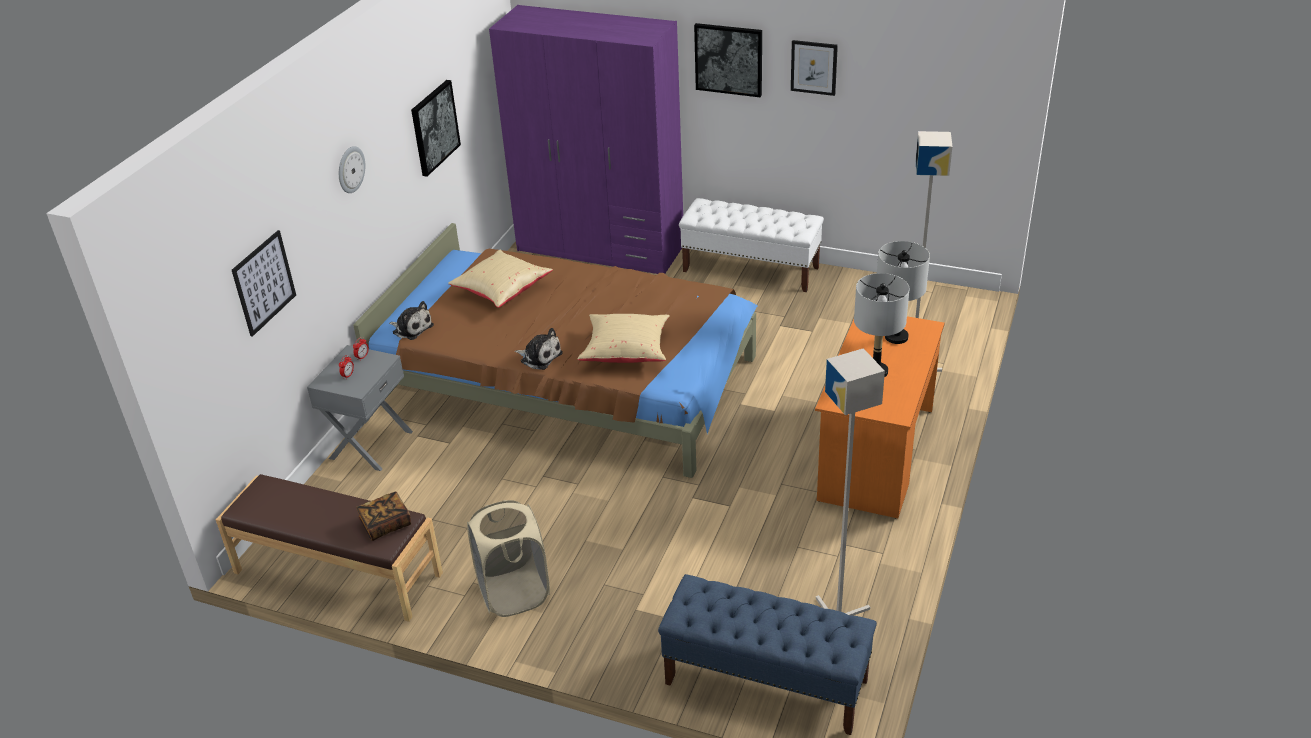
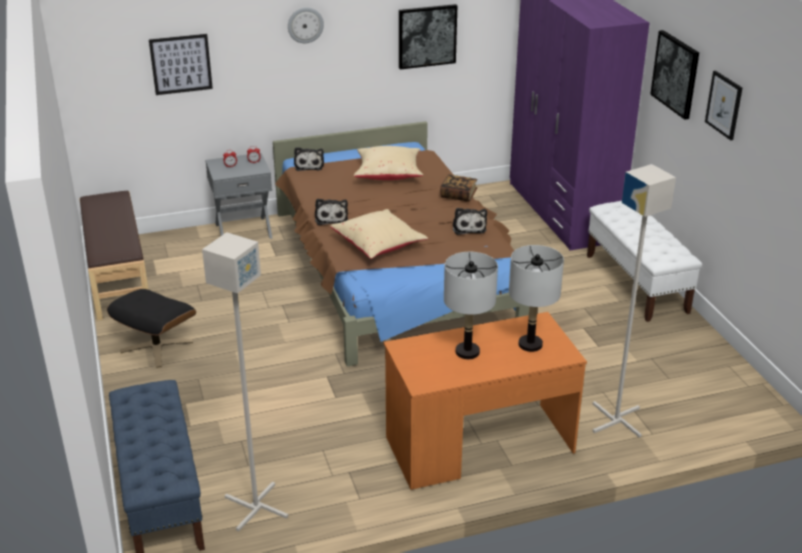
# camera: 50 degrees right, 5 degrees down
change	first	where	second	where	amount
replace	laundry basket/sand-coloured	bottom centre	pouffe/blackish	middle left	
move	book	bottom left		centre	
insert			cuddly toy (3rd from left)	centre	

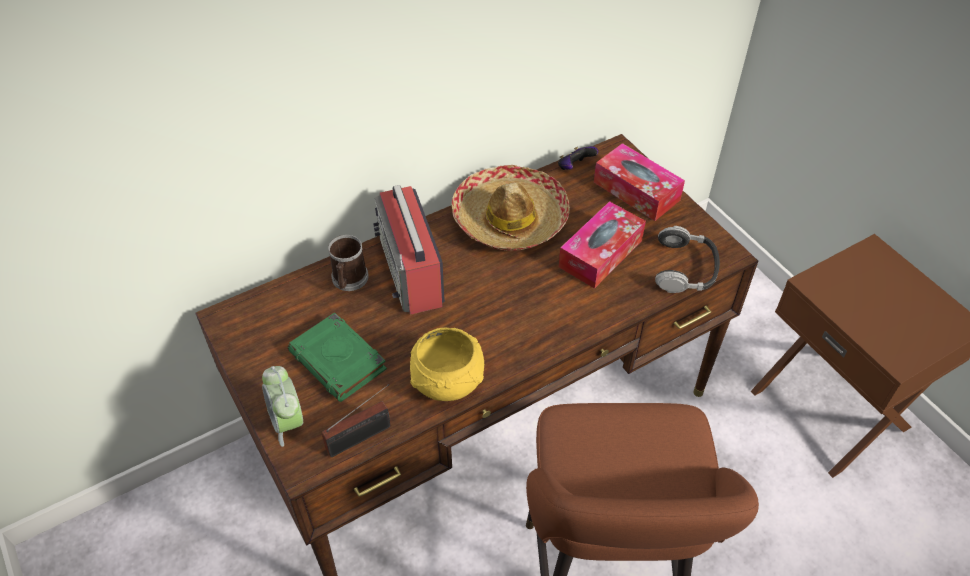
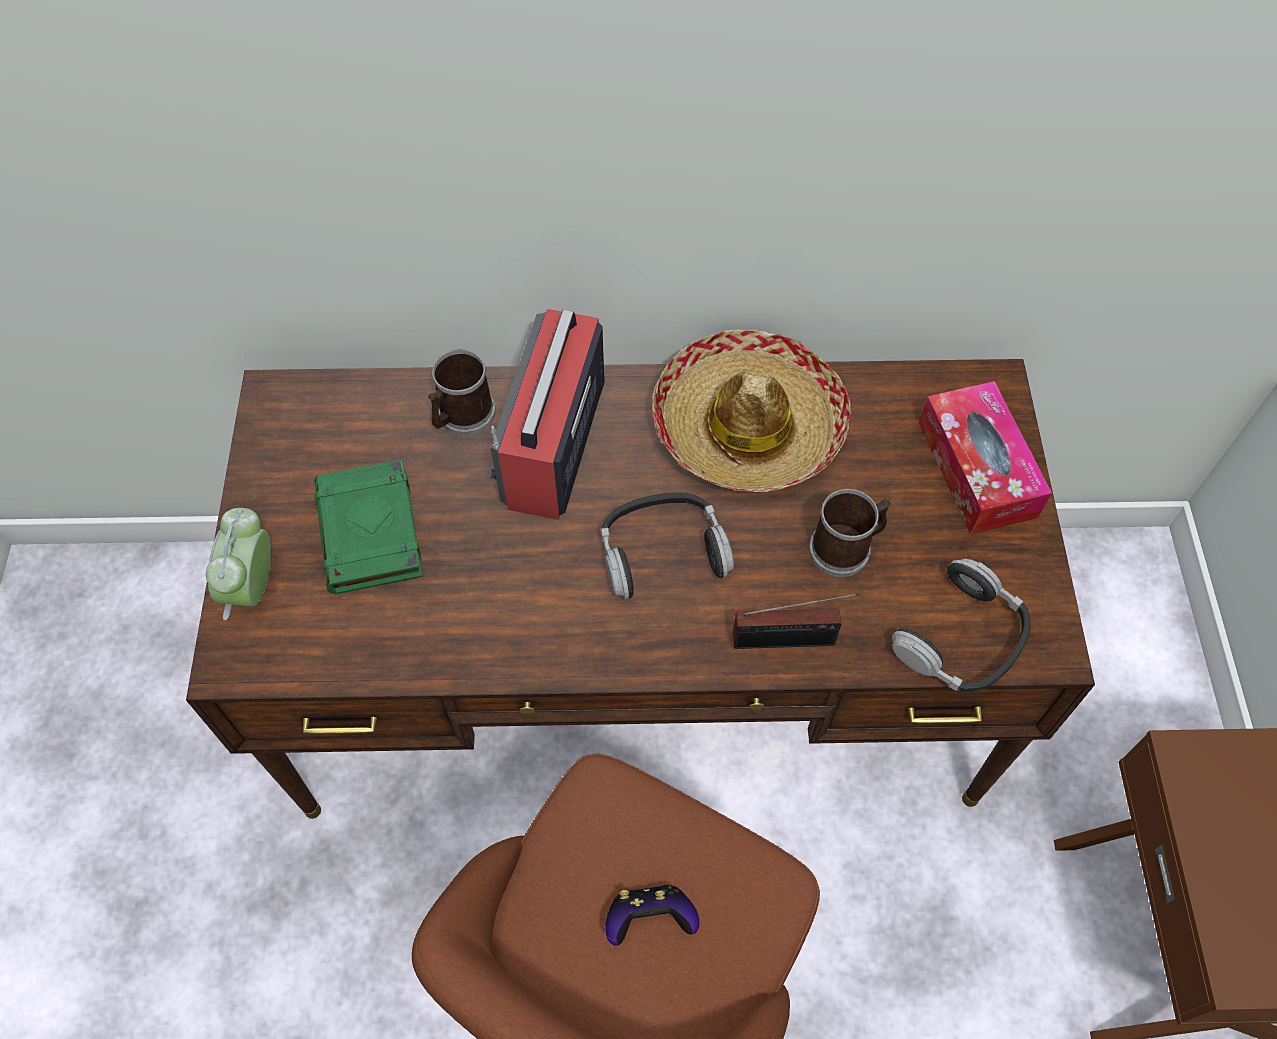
# camera: 30 degrees right, 10 degrees up
change	first	where	second	where	amount
insert			headphones (1st from left)	centre	
move	game controller	top centre		bottom centre	
move	radio receiver (1st from left in the first image)	bottom centre	radio receiver (2nd from left)	centre	
replace	tissue box (1st from left)	centre	coffee mug (2nd from left)	centre	
delete	deep dish/yellowish	centre			

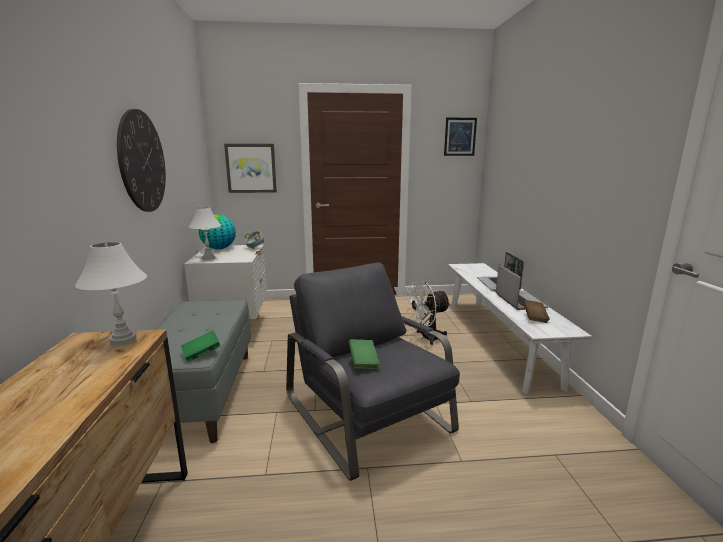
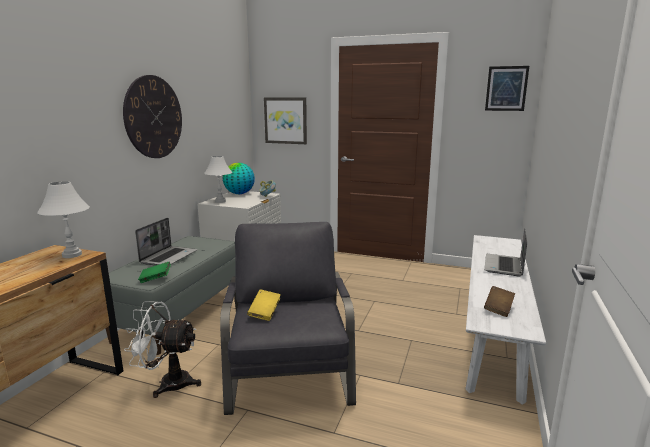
# camera: 25 degrees right, 0 degrees up
change	first	where	second	where	amount
move	fan/white-coloured	centre		bottom left	
move	portable computer (2nd from left in the first image)	middle right	portable computer (1st from left)	middle left	
recolor	book/green (2nd from left)	centre	book/yellowish	bottom centre	

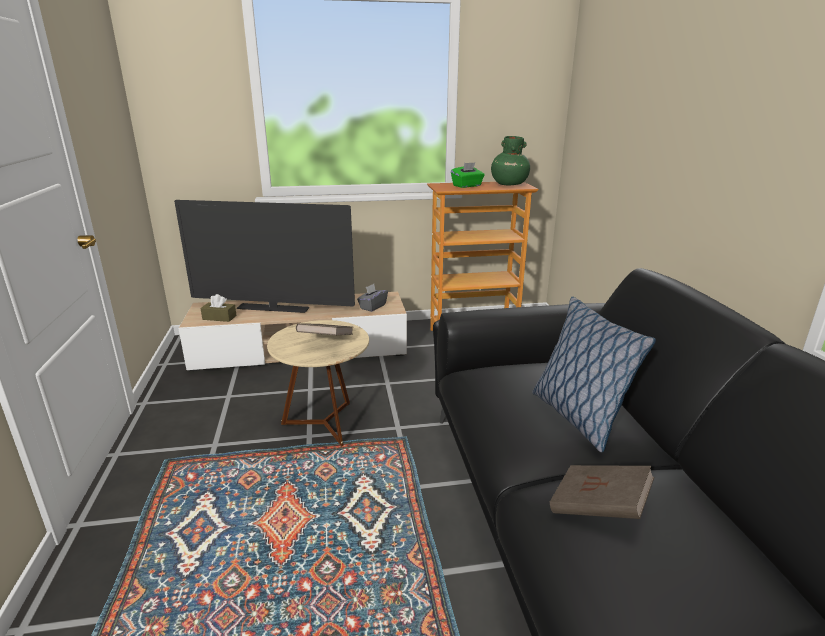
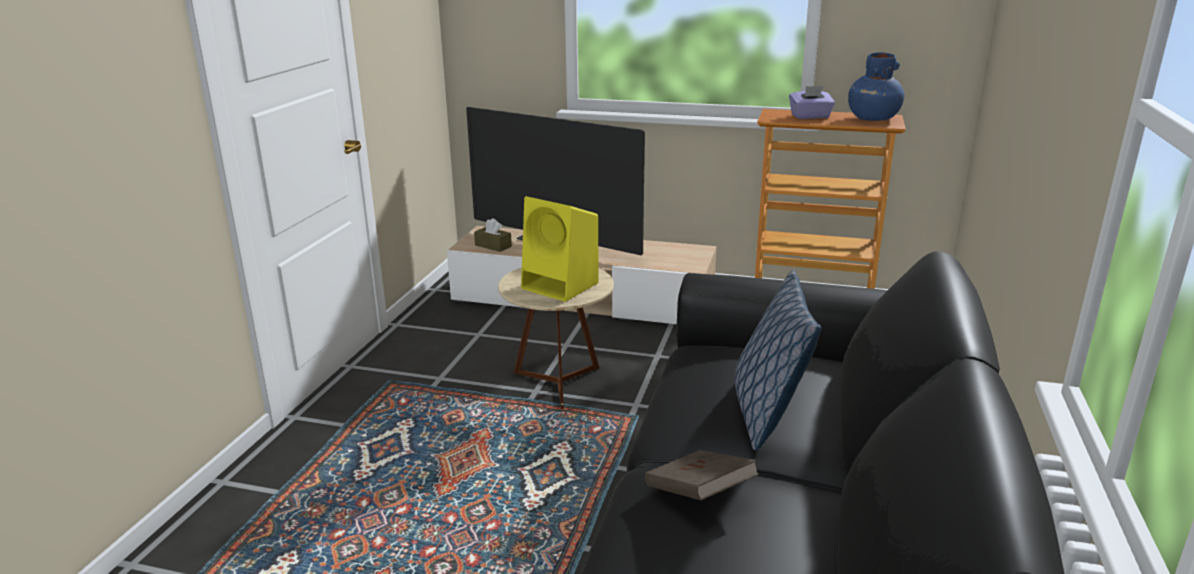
# camera: 25 degrees right, 0 degrees up
change	first	where	second	where	amount
replace	book/brownish (1st from left)	centre	loudspeaker/yellowish	centre	
recolor	tissue box/green	top centre	tissue box/purplish	top right	
recolor	decorative vase/green	top centre	decorative vase/blue	top right	
delete	tissue box/grey	centre			

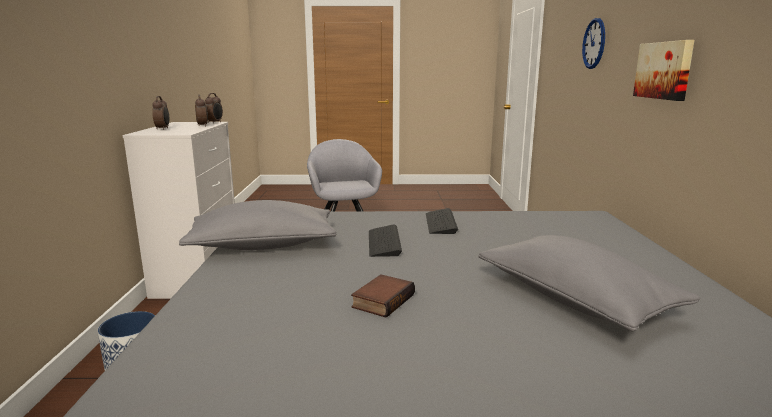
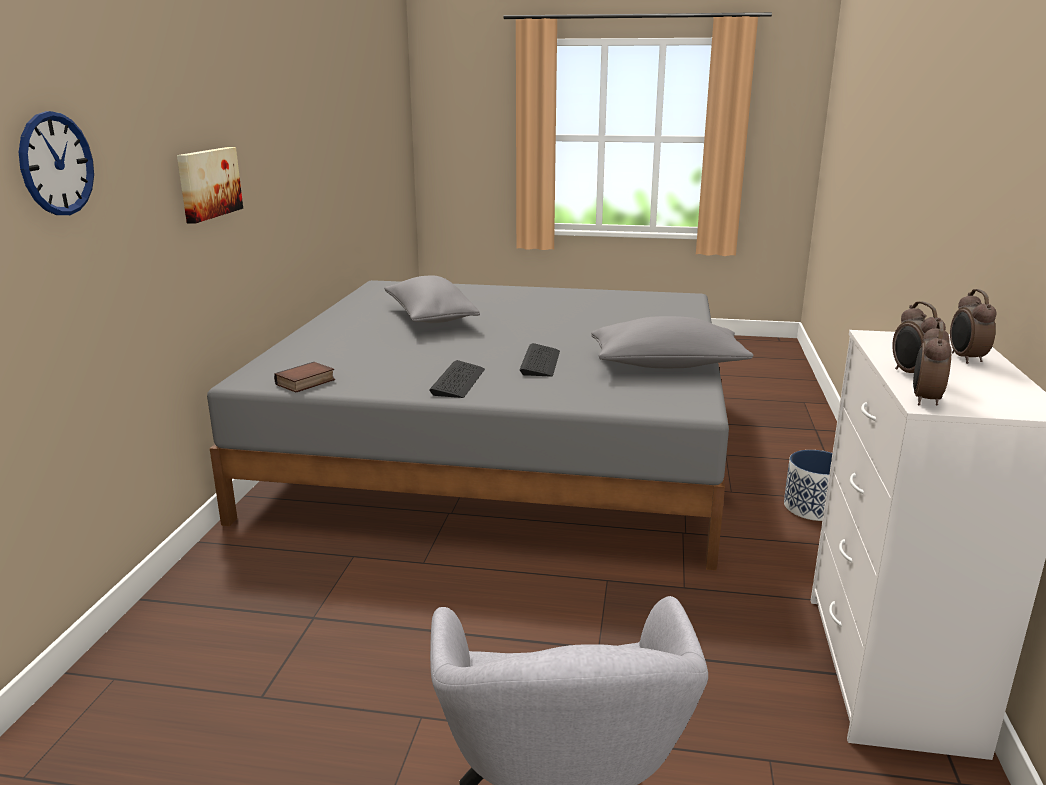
# camera: 170 degrees left, 5 degrees up
change	first	where	second	where	amount
move	book	bottom centre		middle left	

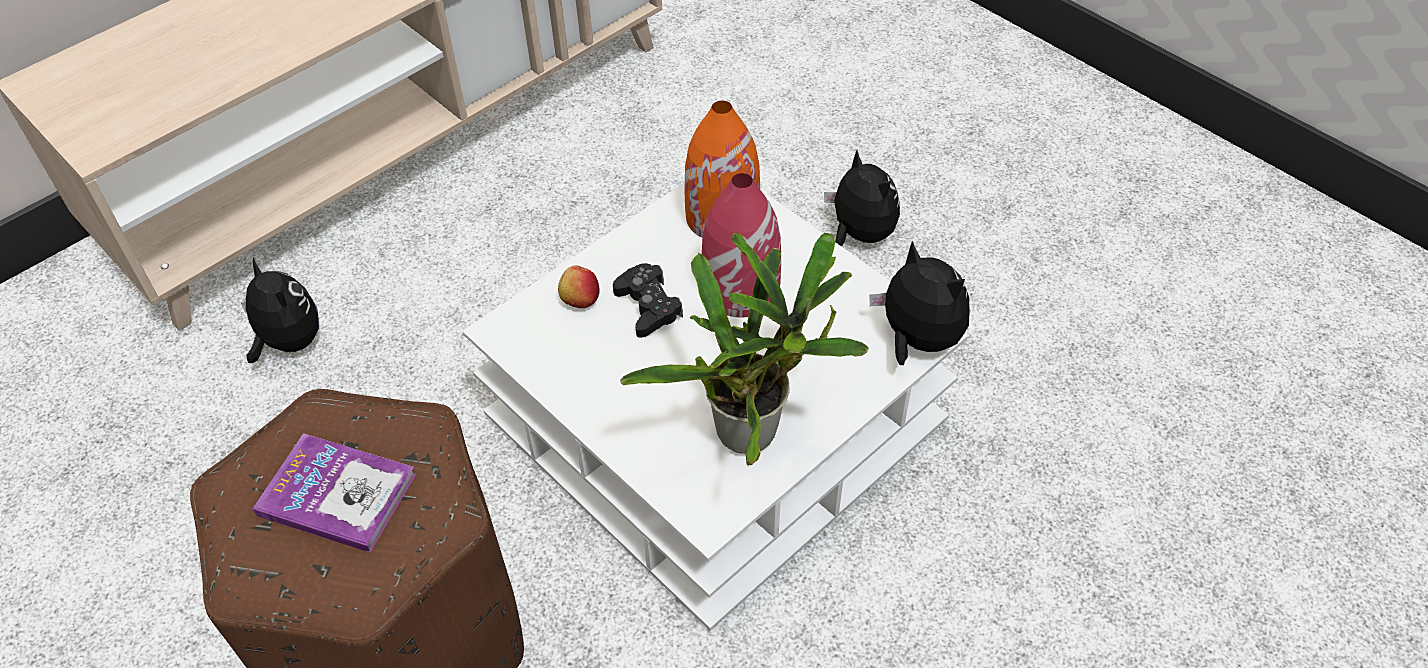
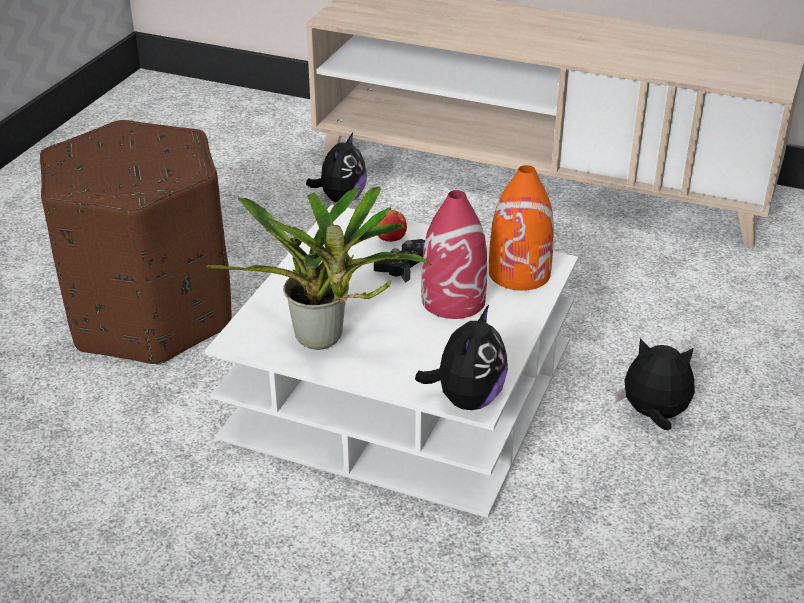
# camera: 65 degrees right, 15 degrees down
change	first	where	second	where	amount
rotate	cuddly toy (2nd from left in the first image)	top centre	cuddly toy (3rd from left)	middle right	105 degrees counterclockwise
delete	book	bottom left			

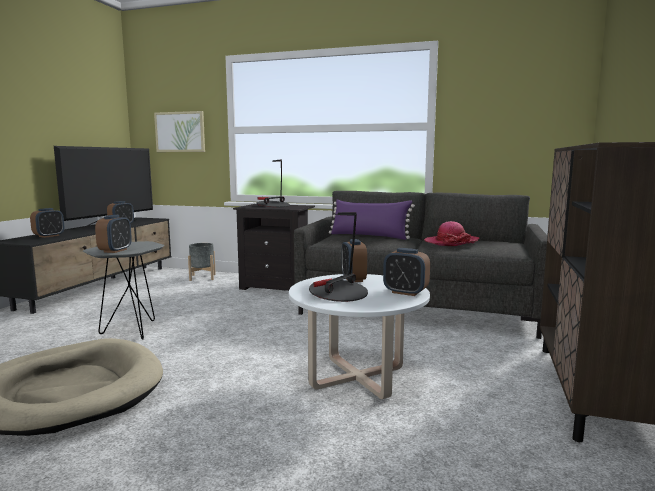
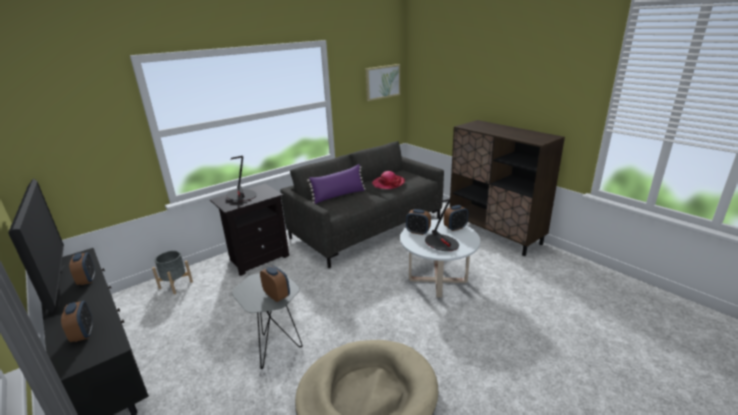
# camera: 55 degrees left, 15 degrees up
change	first	where	second	where	amount
move	wall art	top left		top centre	

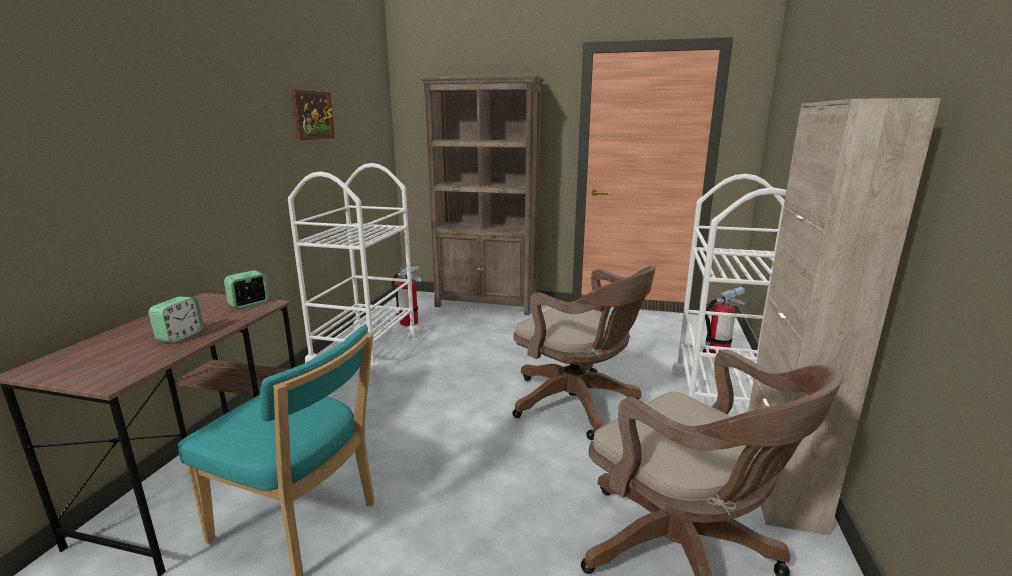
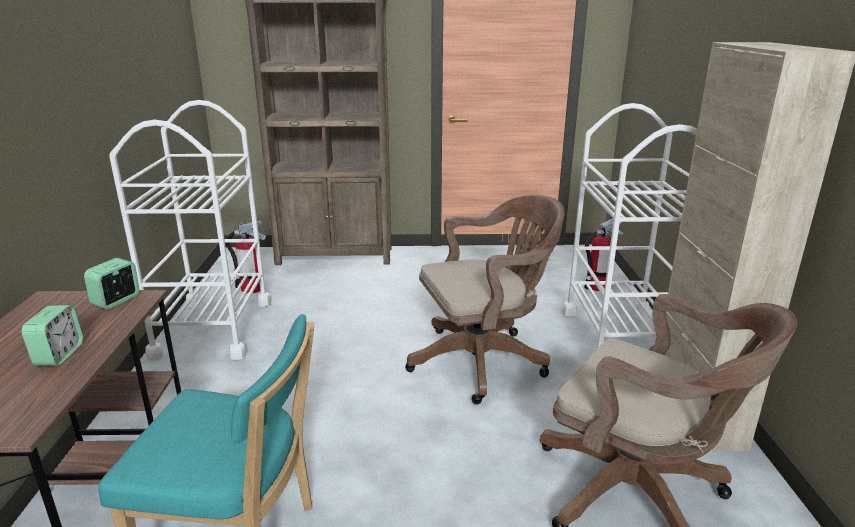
# camera: 15 degrees left, 5 degrees up
change	first	where	second	where	amount
rotate	computer chair/brownish (1st from left)	centre		centre	45 degrees counterclockwise
delete	wall art	top left			

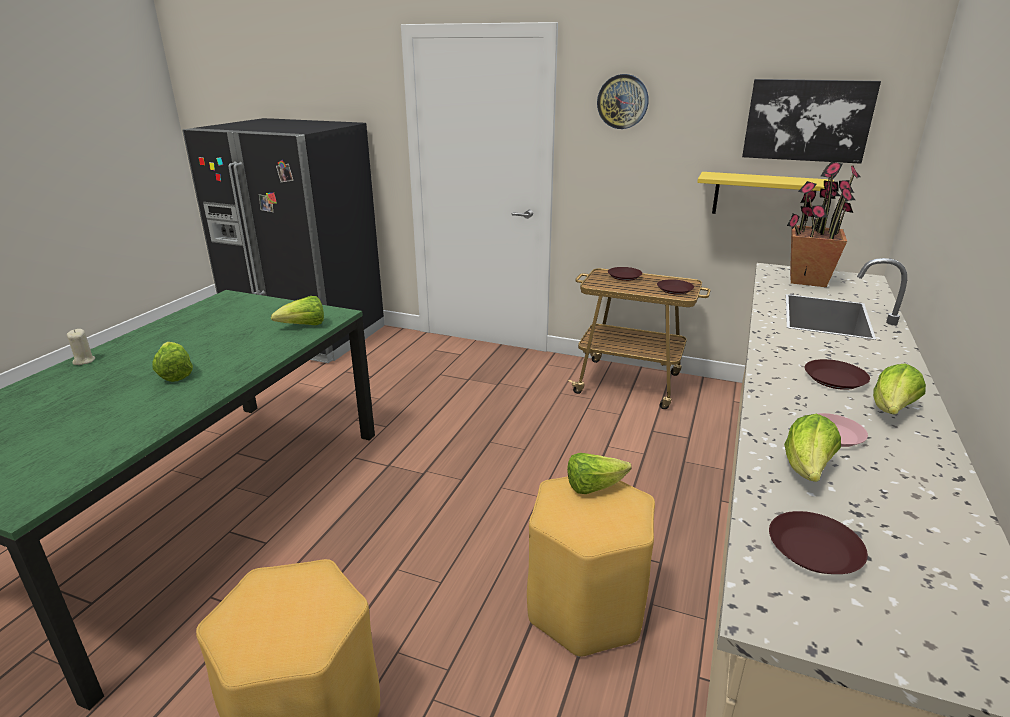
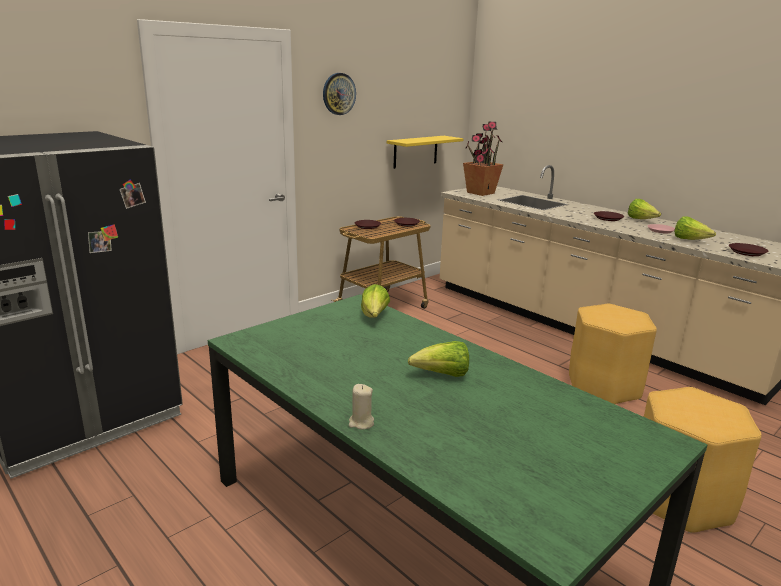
# camera: 65 degrees left, 5 degrees down
change	first	where	second	where	amount
delete	head of lettuce (3rd from left)	centre			
delete	wall art	top right			

